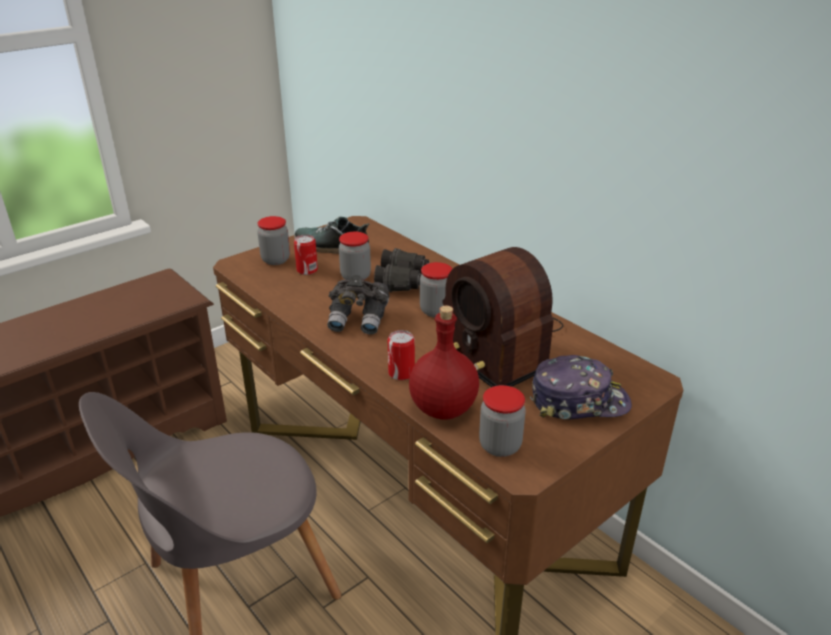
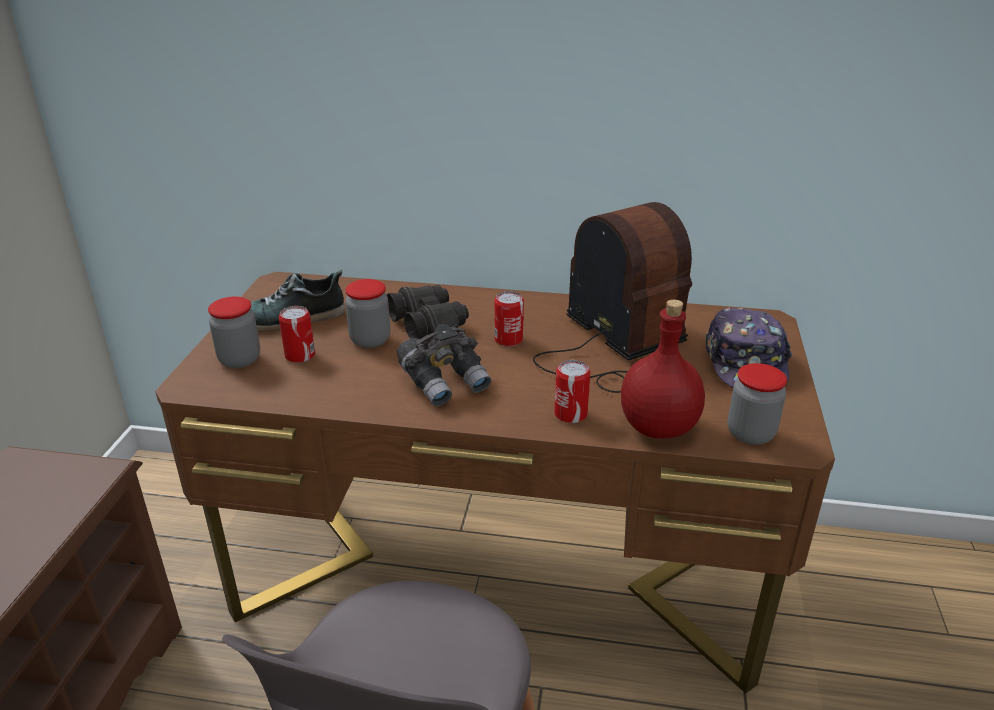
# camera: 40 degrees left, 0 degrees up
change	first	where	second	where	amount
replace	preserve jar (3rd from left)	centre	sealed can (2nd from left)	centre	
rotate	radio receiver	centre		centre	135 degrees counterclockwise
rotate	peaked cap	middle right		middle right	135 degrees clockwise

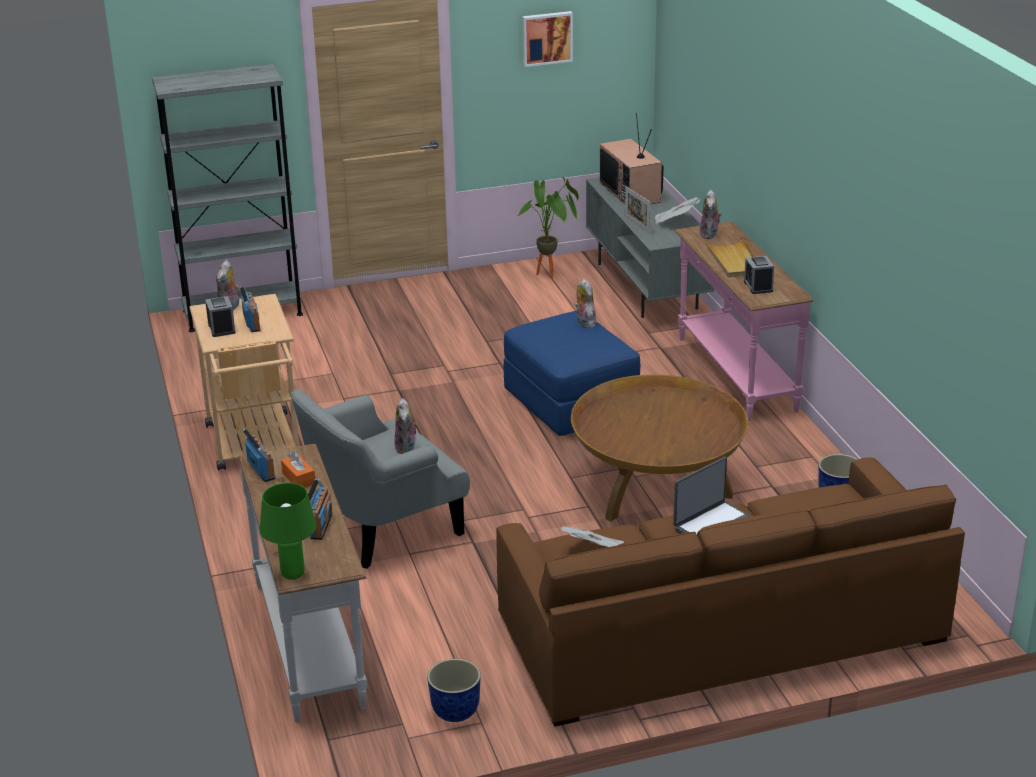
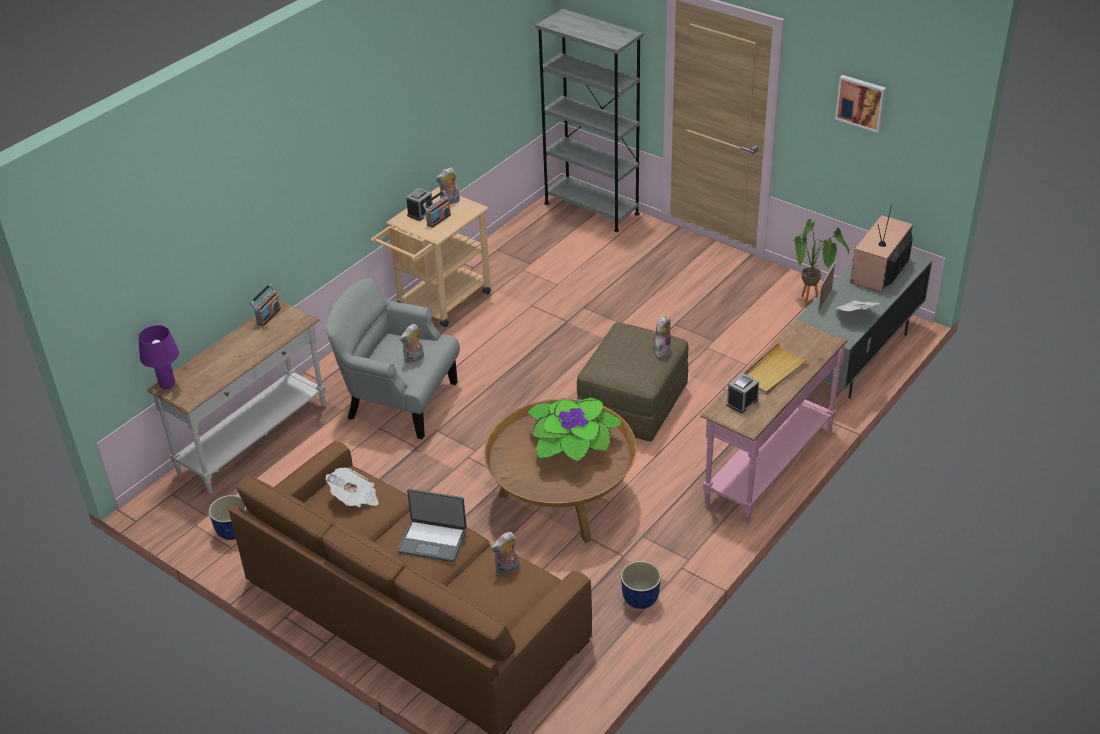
# camera: 55 degrees right, 10 degrees up
change	first	where	second	where	amount
recolor	table lamp/green	bottom left	table lamp/purplish	middle left	
move	cuddly toy (4th from left in the first image)	top right	cuddly toy (3rd from left)	bottom centre	
insert			houseplant (1st from left)	centre	
recolor	pouffe/blue	centre	pouffe/brownish	centre	
delete	tissue box/orange	middle left			
delete	radio receiver (3rd from left)	middle left			

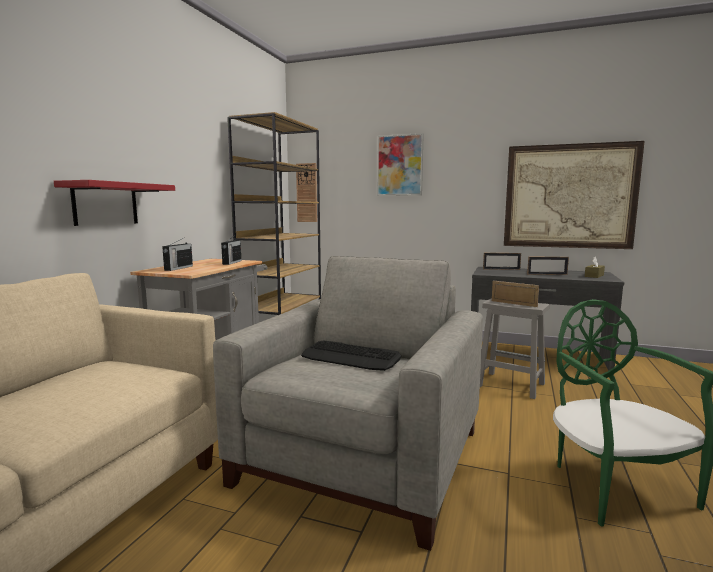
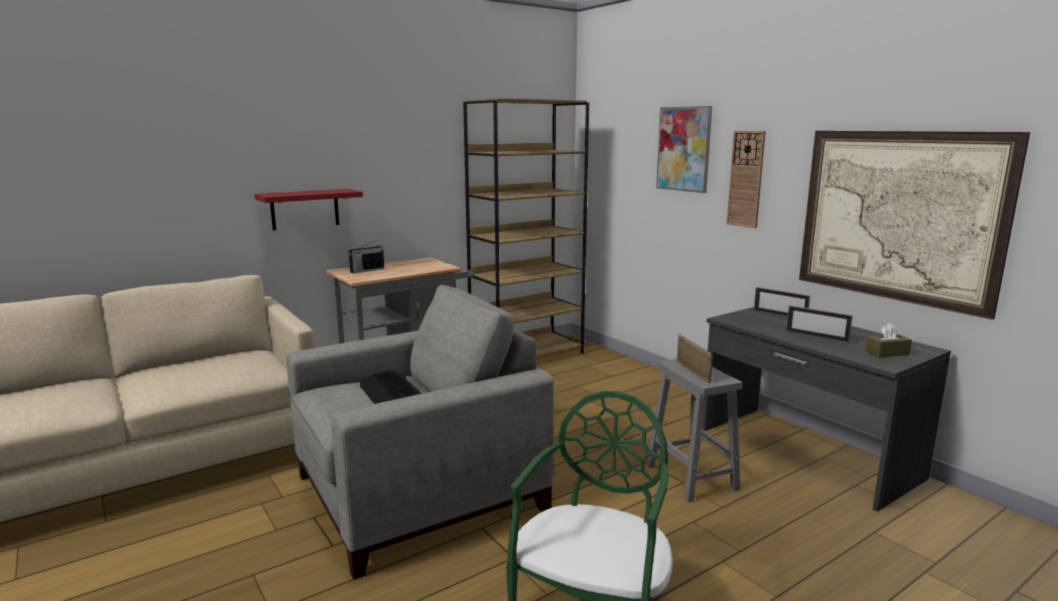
# camera: 35 degrees right, 5 degrees up
change	first	where	second	where	amount
move	wall clock	centre		top right	
delete	radio receiver (2nd from left)	middle left			

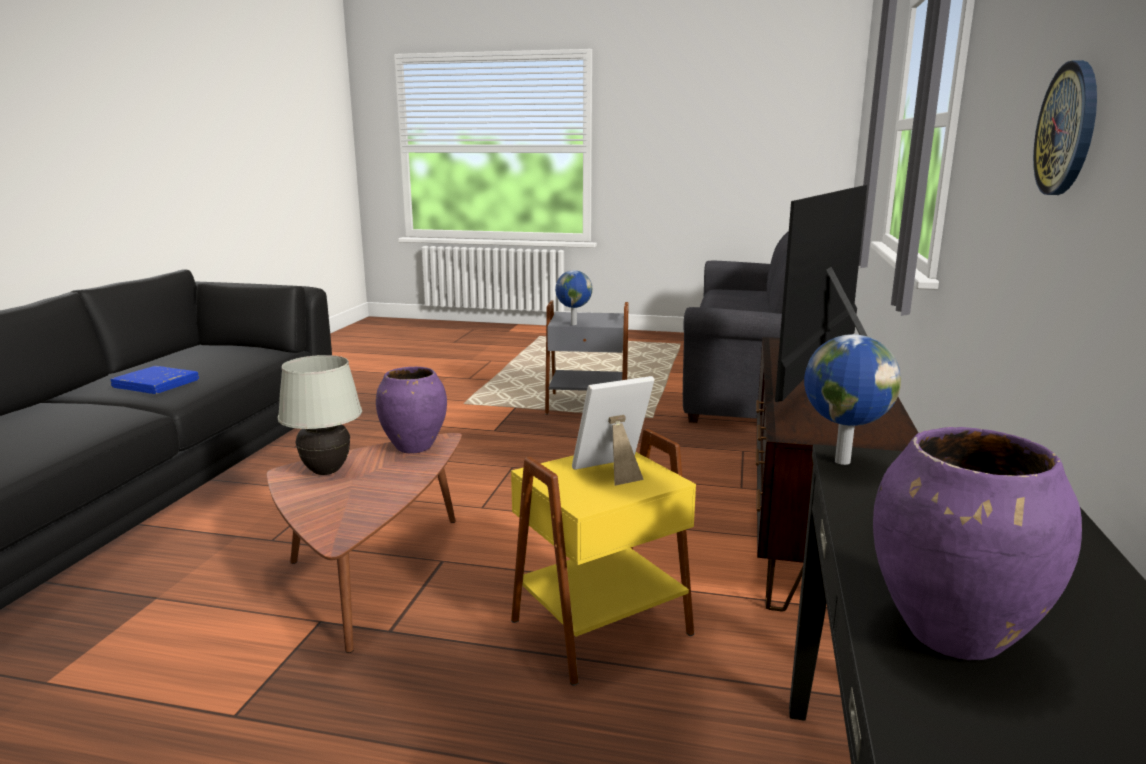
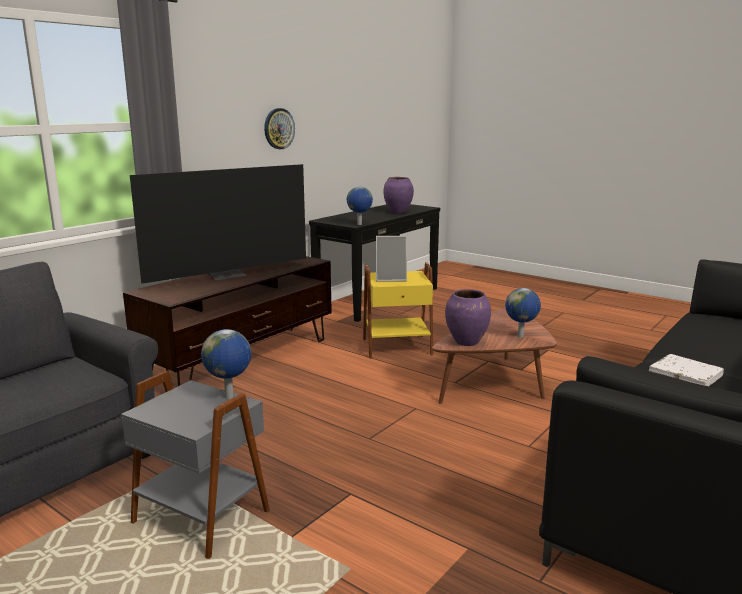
# camera: 155 degrees left, 0 degrees up
change	first	where	second	where	amount
replace	table lamp/white-coloured	middle left	globe (3rd from left)	middle right	
recolor	book/blue	middle left	book/white-coloured	middle right	

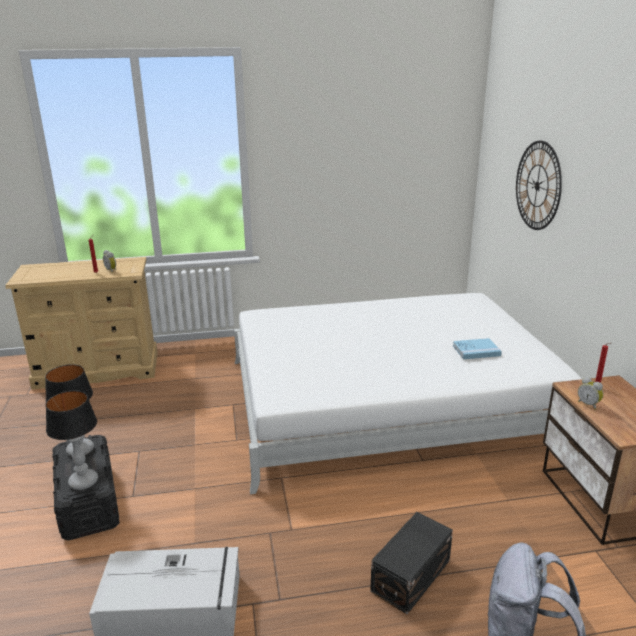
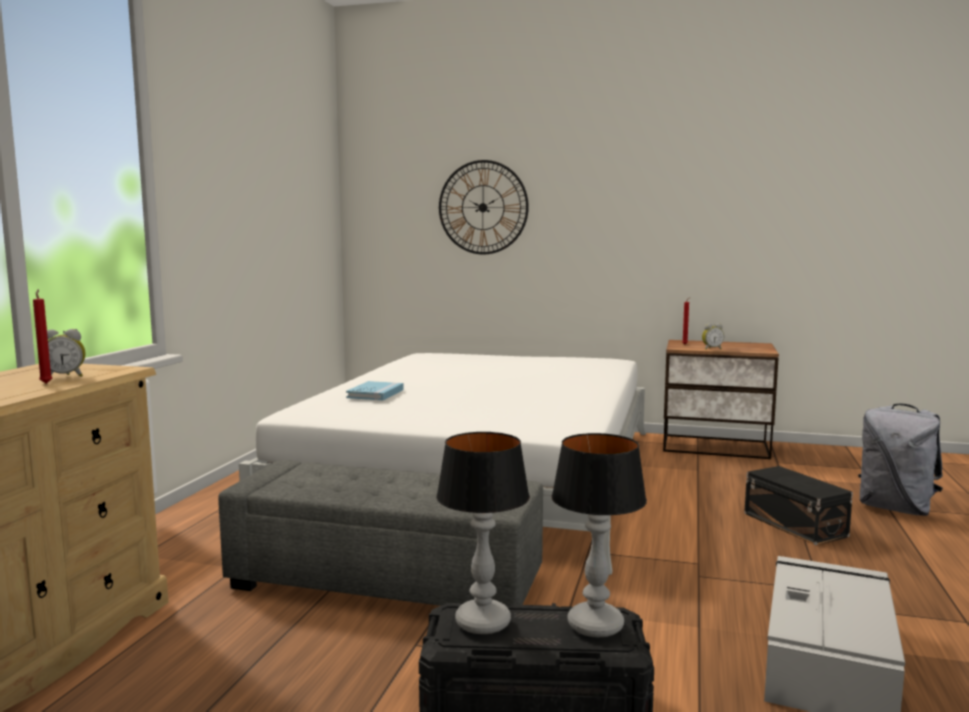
# camera: 65 degrees left, 15 degrees down
change	first	where	second	where	amount
insert			pouffe/grey	bottom centre	
move	book/blue	middle right		centre	

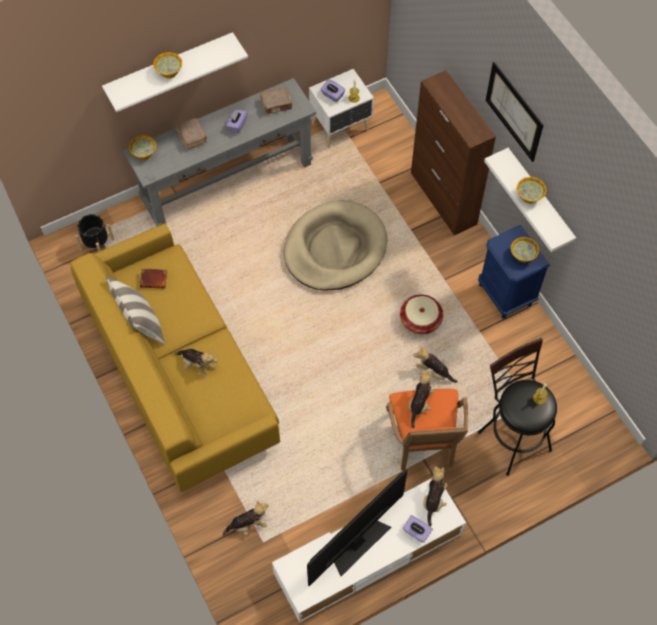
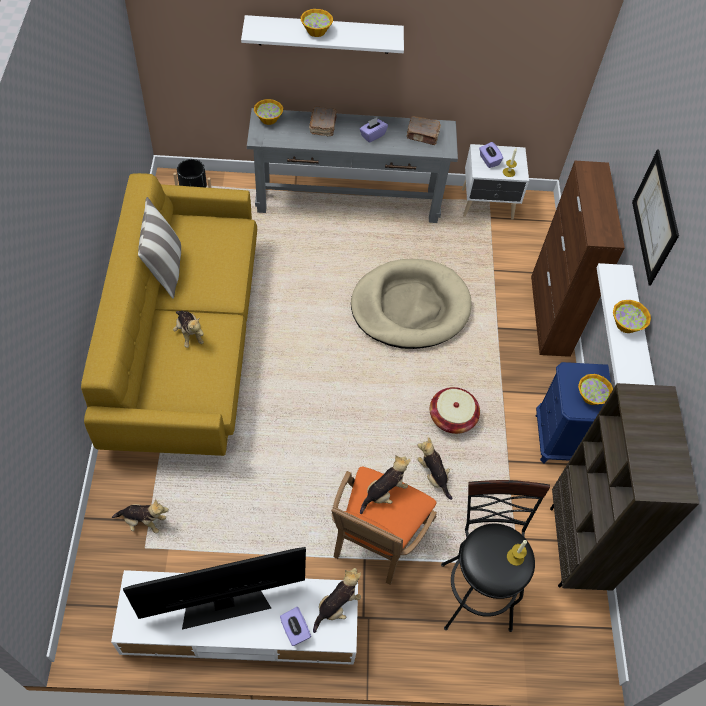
# camera: 25 degrees right, 5 degrees down
change	first	where	second	where	amount
insert			shelving unit/brownish	bottom right	
delete	book/brownish (1st from left)	middle left			

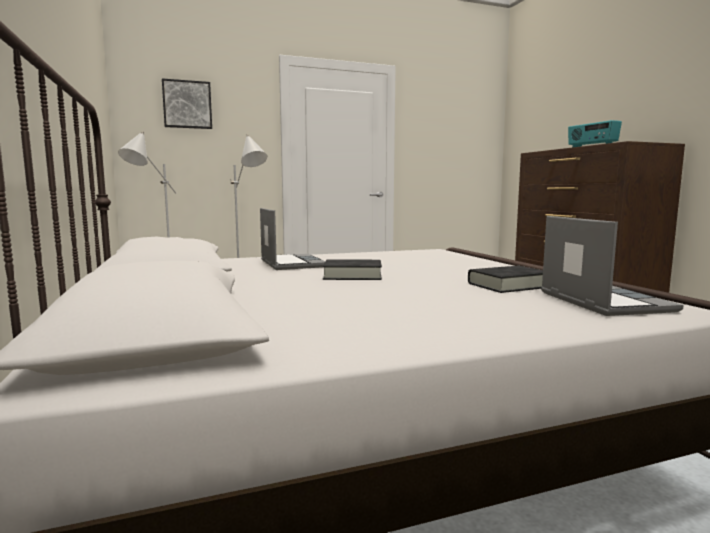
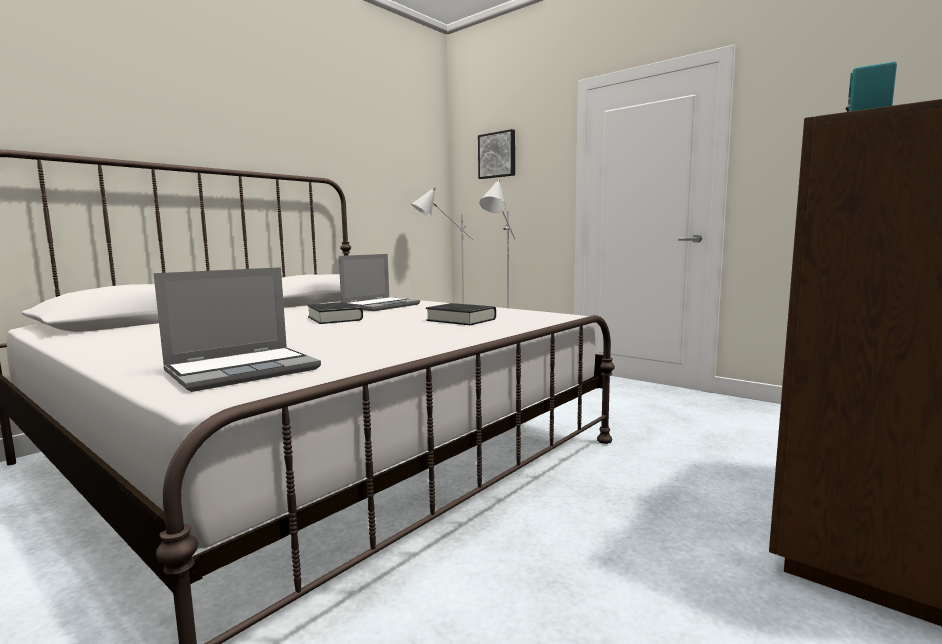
# camera: 60 degrees right, 0 degrees up
change	first	where	second	where	amount
move	book/blackish (2nd from left)	middle right		centre	

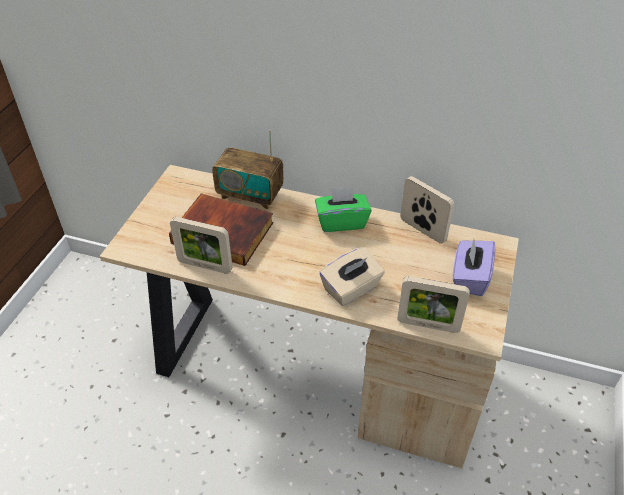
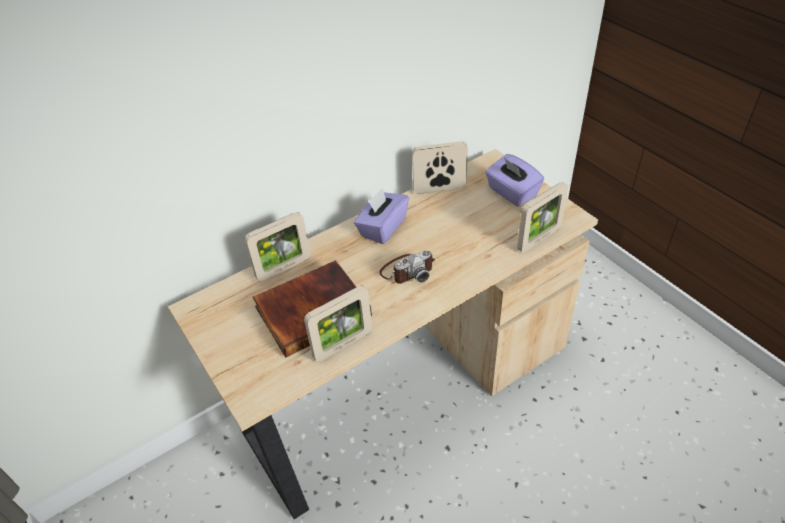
# camera: 50 degrees left, 0 degrees up
change	first	where	second	where	amount
replace	radio receiver	centre	standing frame (1st from left)	centre	
recolor	tissue box/green	centre	tissue box/purplish (1st from left)	centre	
insert			photo camera	centre	
delete	tissue box/sand-coloured	centre			

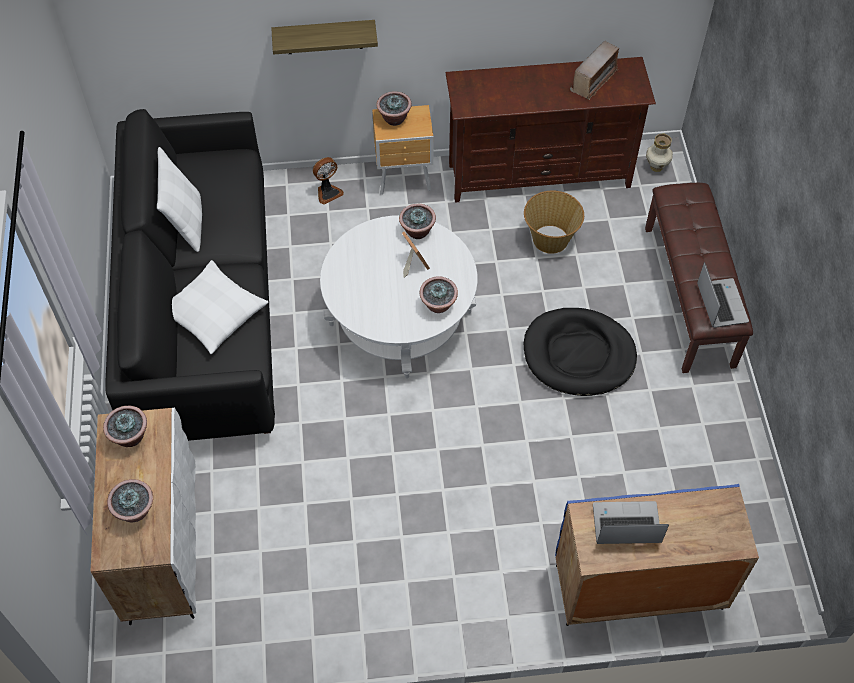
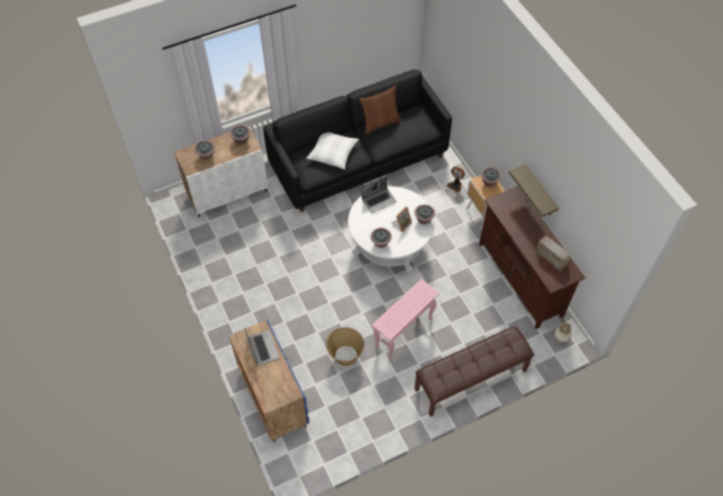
# camera: 70 degrees right, 0 degrees up
change	first	where	second	where	amount
move	household basket	top centre		bottom centre	
recolor	cushion/white-coloured (1st from left)	top left	cushion/brownish	top centre	
move	portable computer (2nd from left)	middle right		centre	
replace	dog bed/blackish	middle right	end table/pink-coloured	centre	
move	wall shelf	top centre		middle right	
rotate	radio receiver	top right		middle right	150 degrees counterclockwise

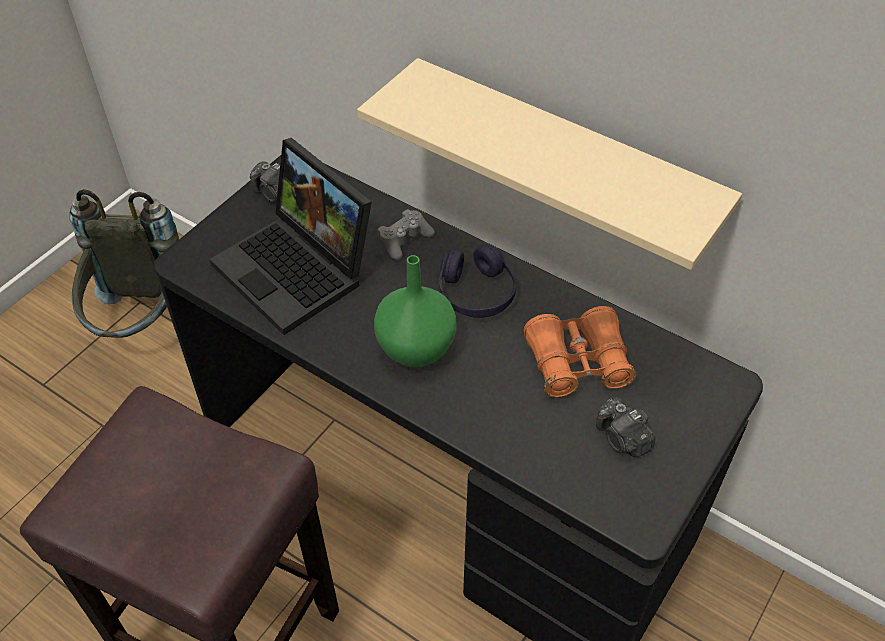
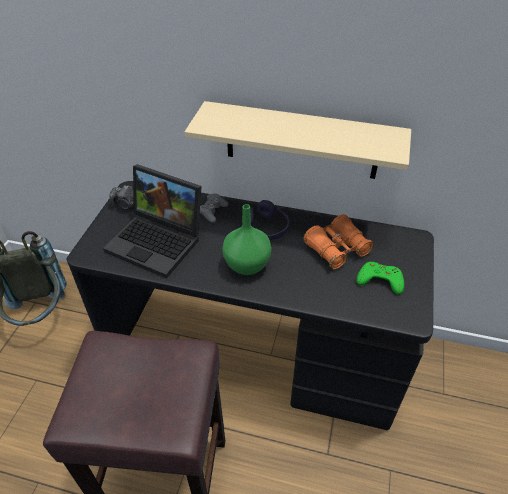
# camera: 20 degrees left, 5 degrees down
change	first	where	second	where	amount
replace	photo camera (2nd from left)	middle right	game controller/green	middle right	

